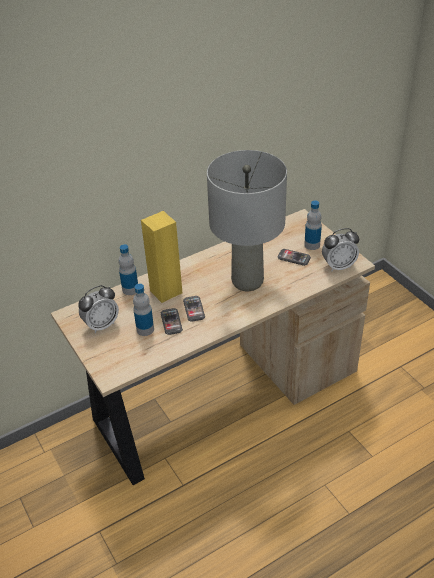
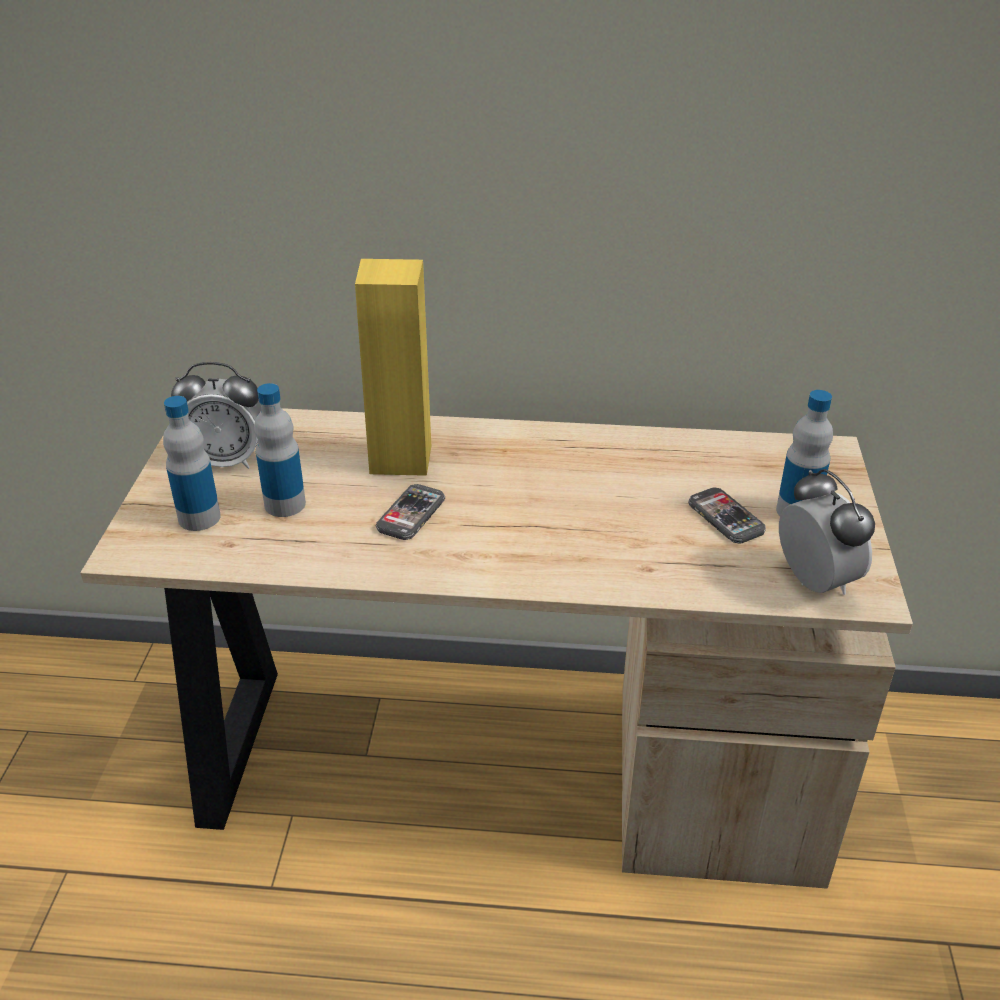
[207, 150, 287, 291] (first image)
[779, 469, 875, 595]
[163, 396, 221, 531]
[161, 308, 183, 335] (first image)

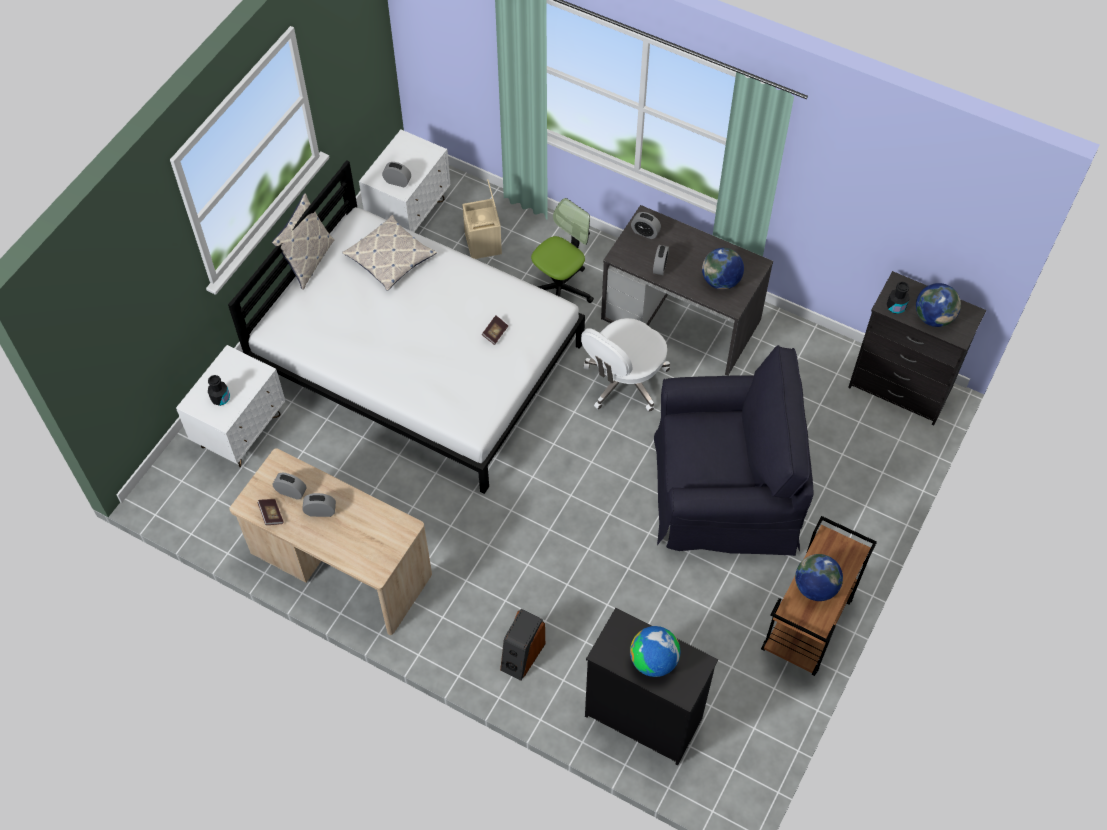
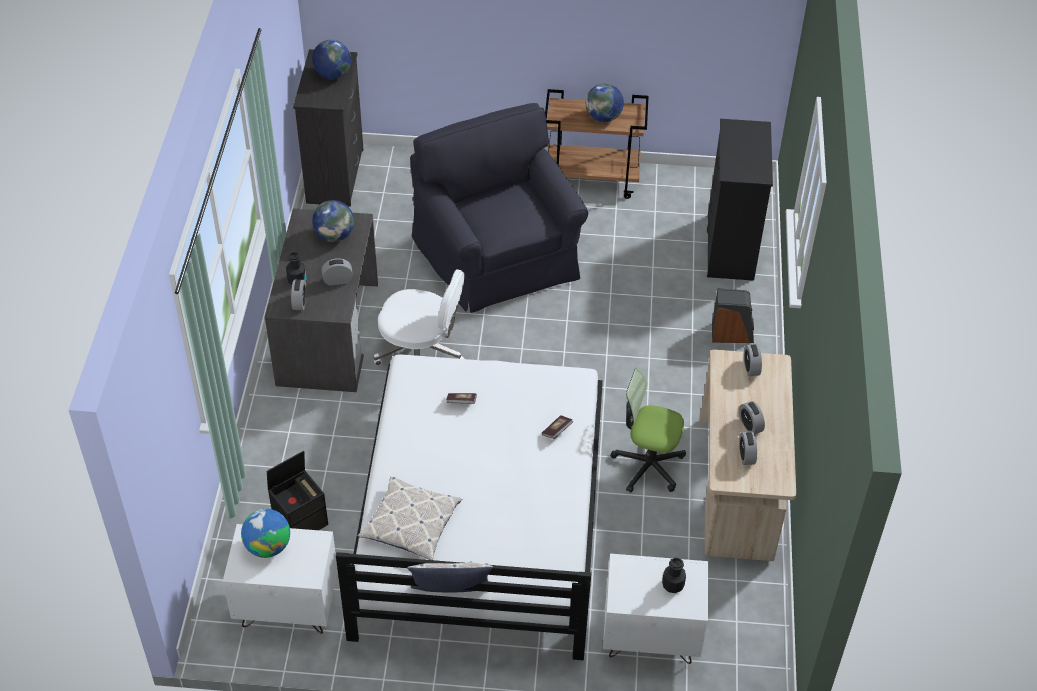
[744, 344, 762, 376]
[267, 451, 328, 530]
[611, 368, 686, 493]
[286, 252, 307, 285]
[542, 415, 573, 439]
[241, 509, 290, 558]

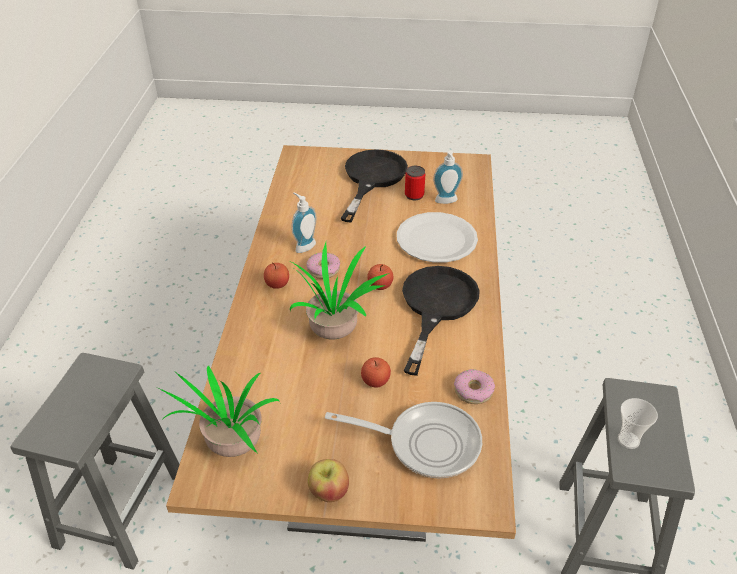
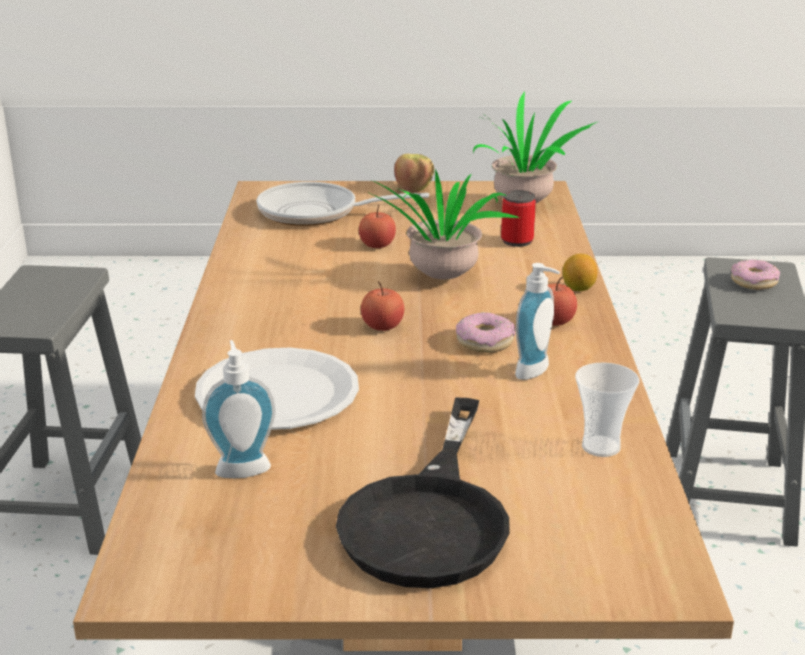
[501, 190, 536, 247]
[402, 266, 480, 376] (first image)
[731, 259, 780, 290]
[575, 362, 639, 457]
[562, 254, 597, 291]

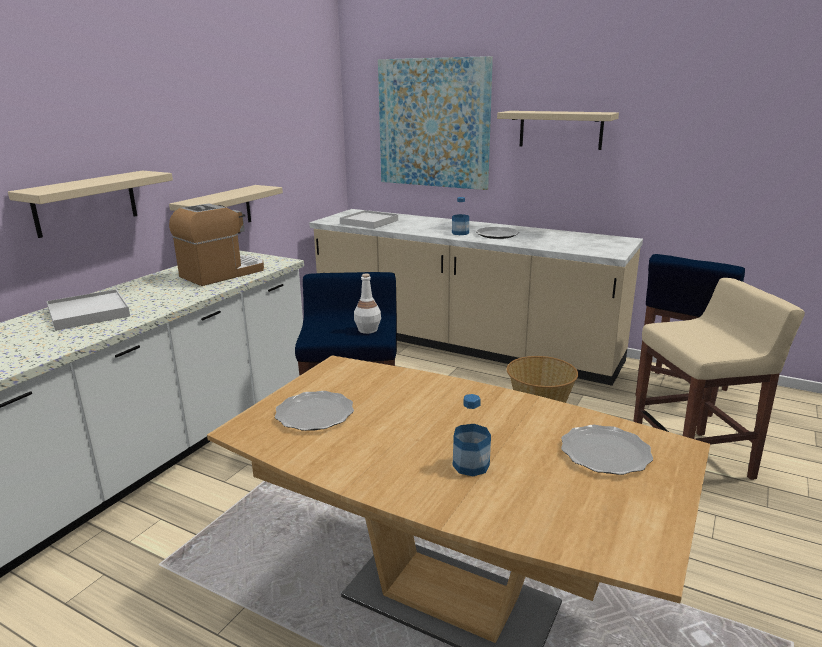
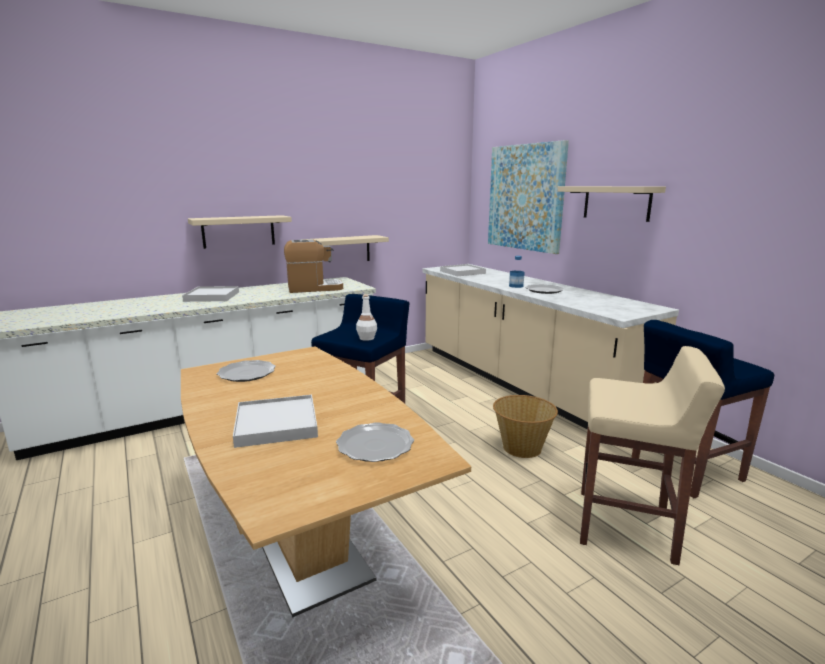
[233, 395, 318, 448]

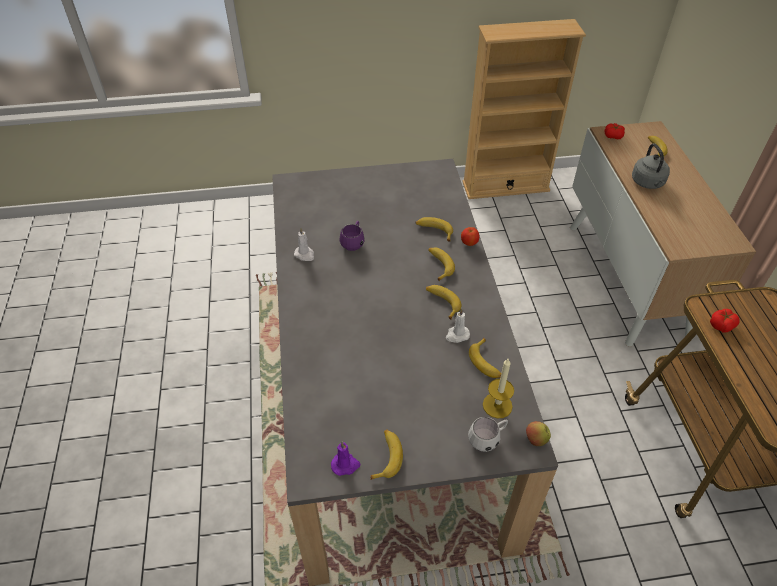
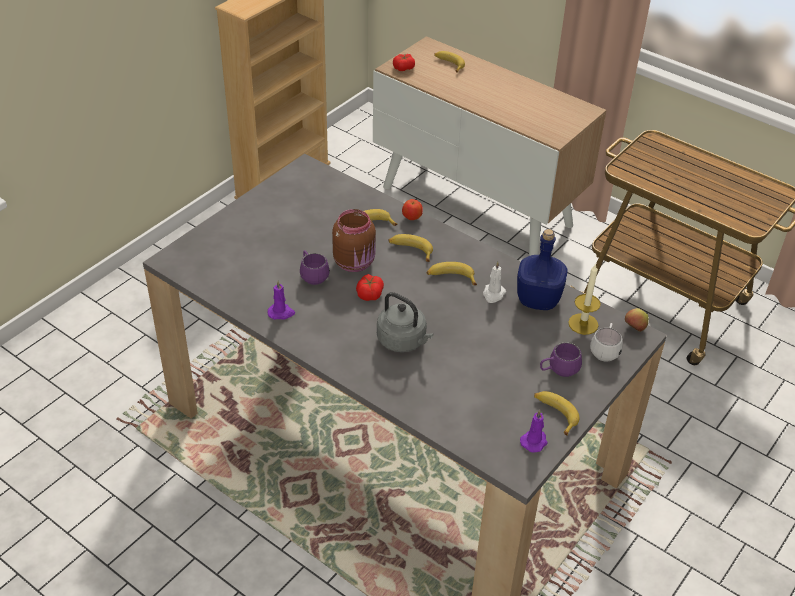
[377, 292, 434, 352]
[268, 280, 295, 320]
[356, 274, 384, 301]
[517, 229, 567, 310]
[332, 209, 376, 272]
[540, 342, 582, 377]

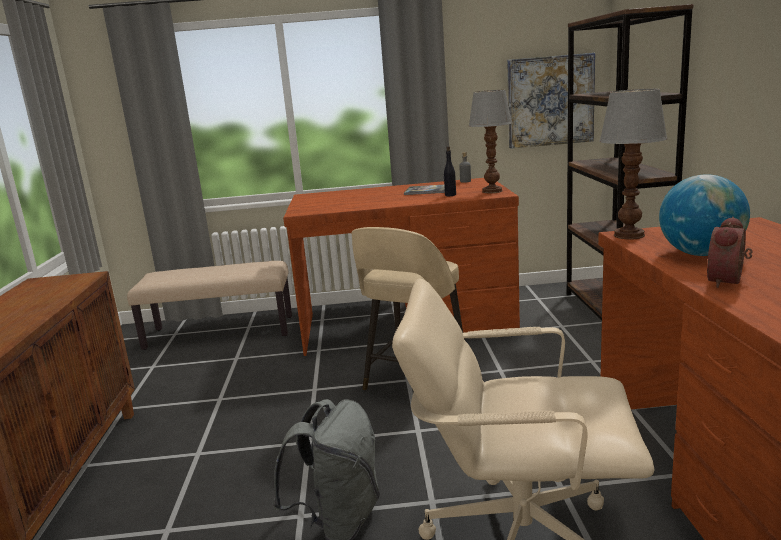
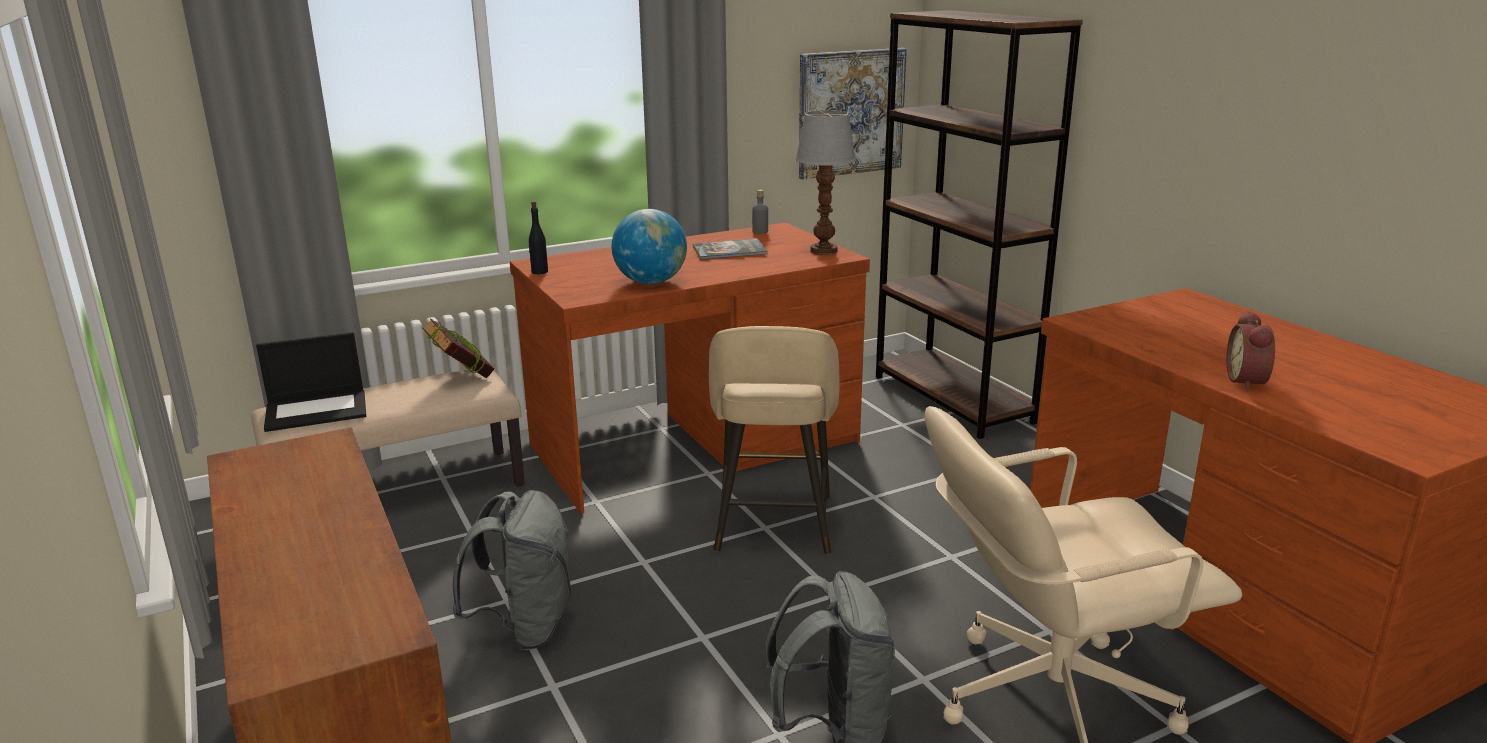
[599, 89, 668, 240] (first image)
[529, 201, 548, 274]
[612, 209, 687, 284]
[422, 318, 495, 378]
[256, 332, 366, 432]
[452, 490, 572, 650]

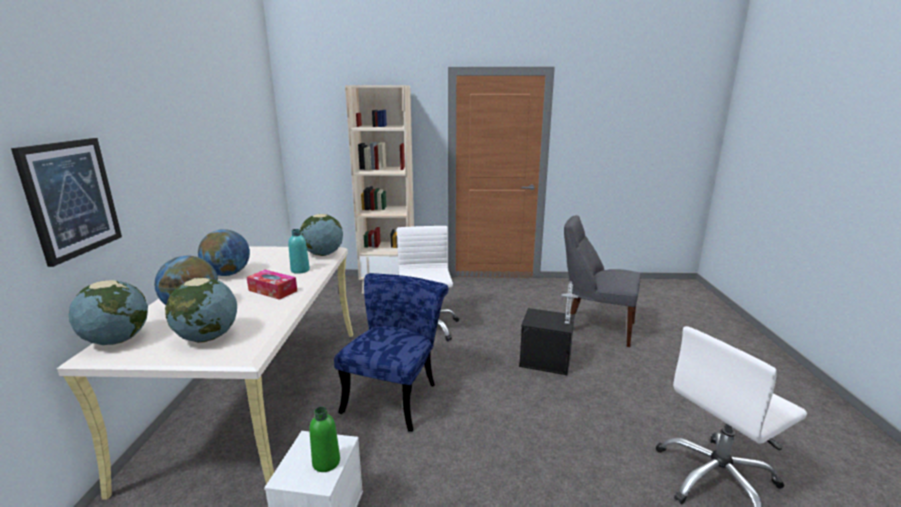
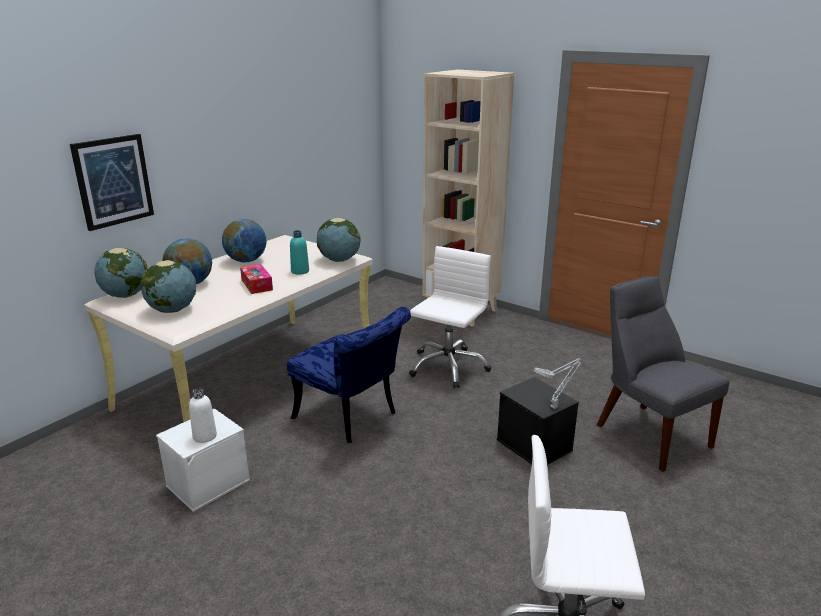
[287, 307, 411, 443]
[189, 388, 217, 443]

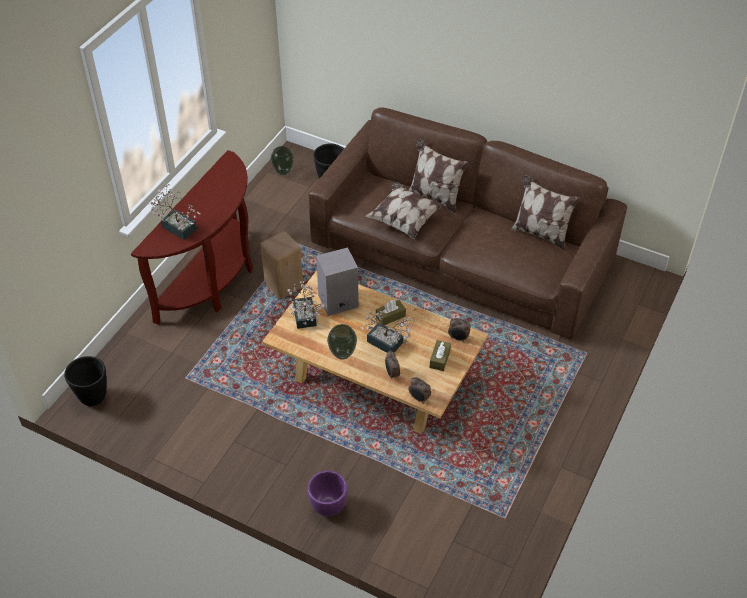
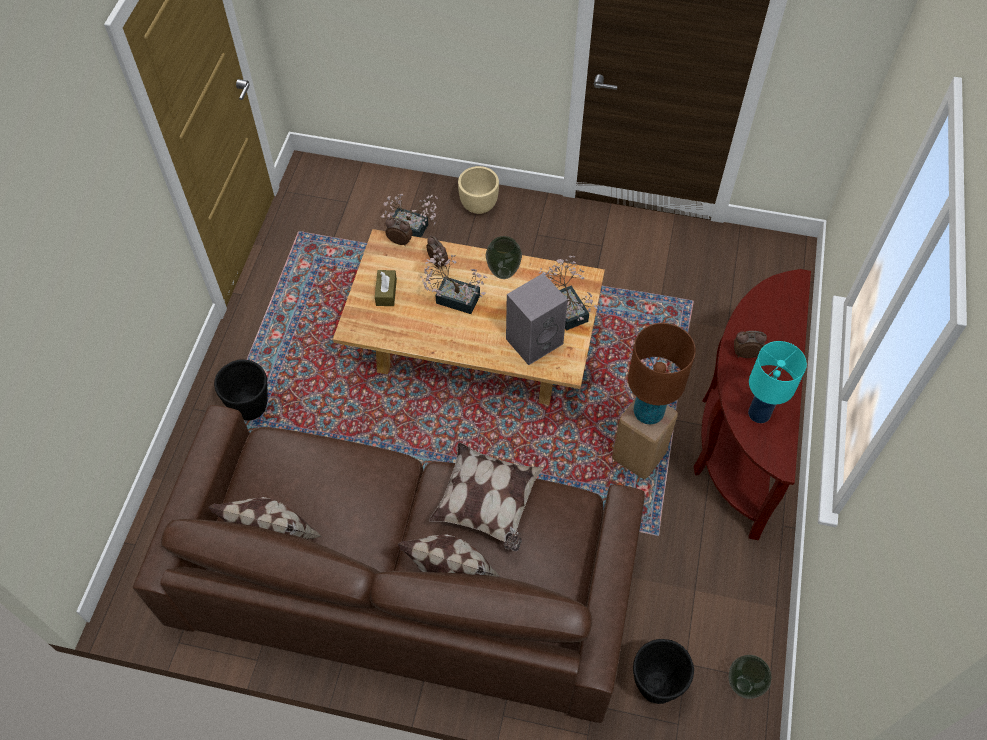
[381, 194, 438, 237]
[376, 300, 406, 325] (first image)
[734, 331, 767, 358]
[214, 359, 268, 421]
[458, 166, 499, 214]
[628, 323, 696, 425]
[748, 341, 807, 423]

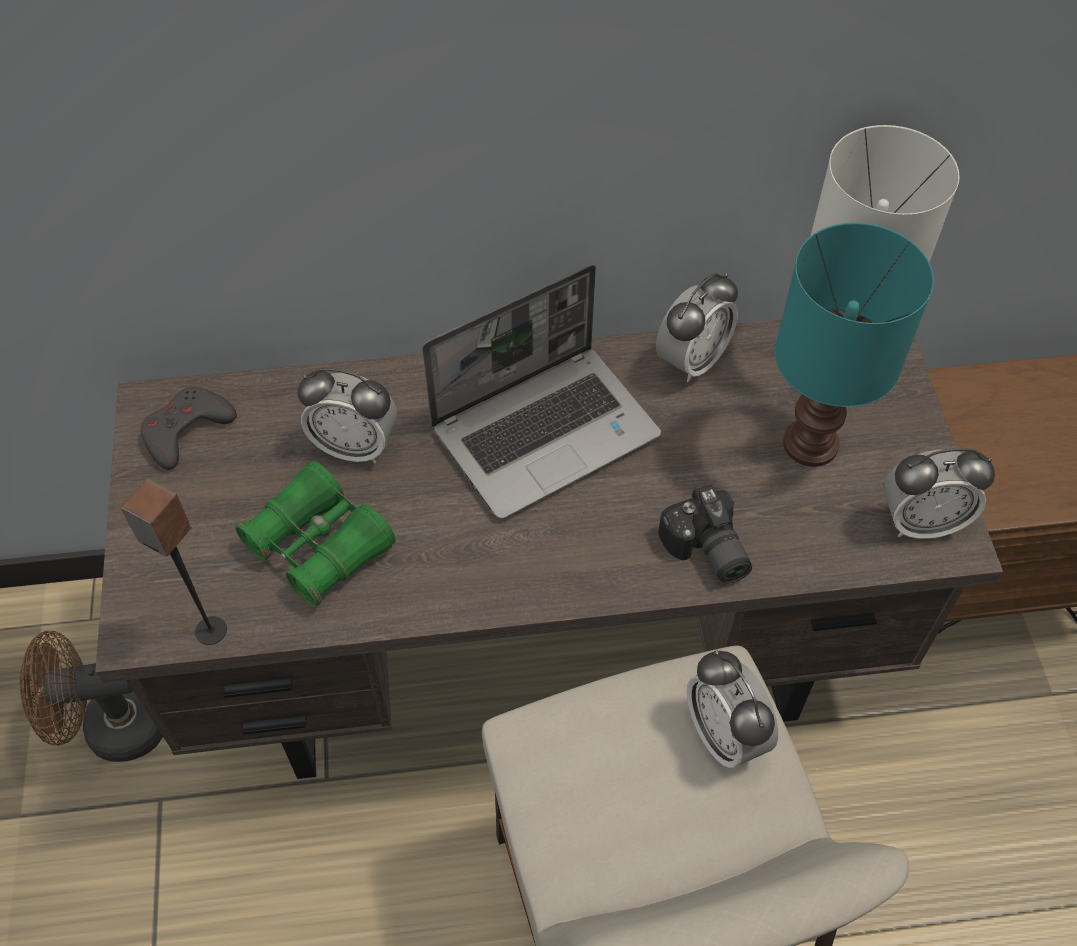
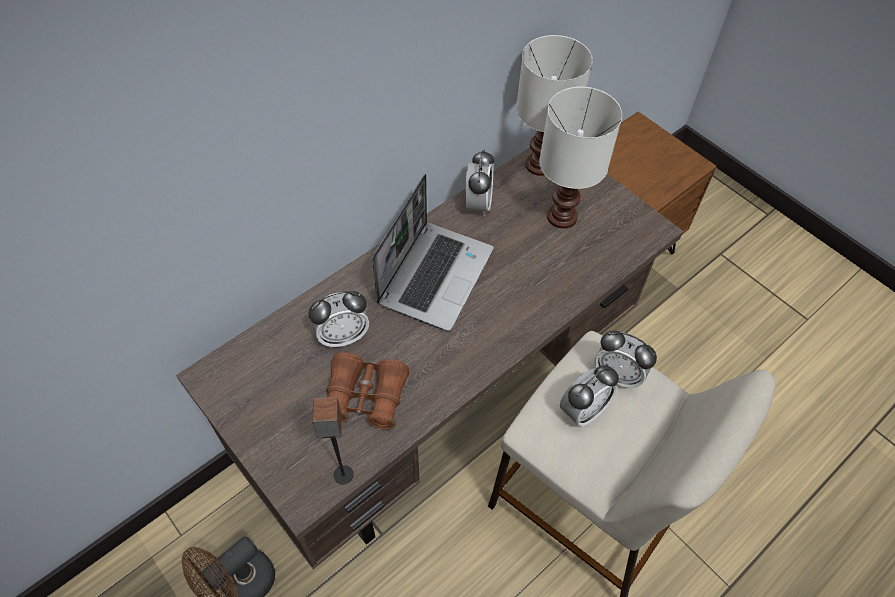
[539, 87, 622, 229]
[140, 387, 237, 470] (first image)
[560, 365, 619, 427]
[326, 352, 409, 430]
[658, 484, 752, 584] (first image)

